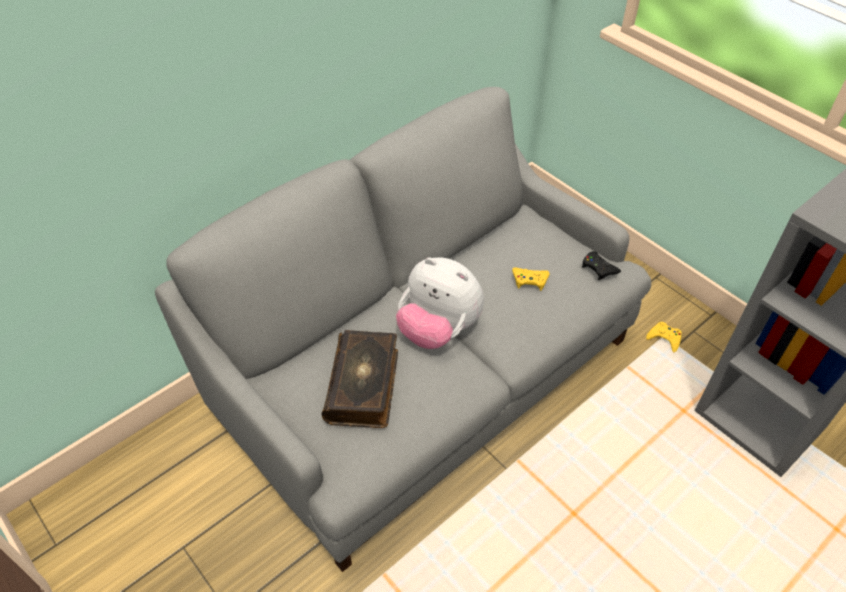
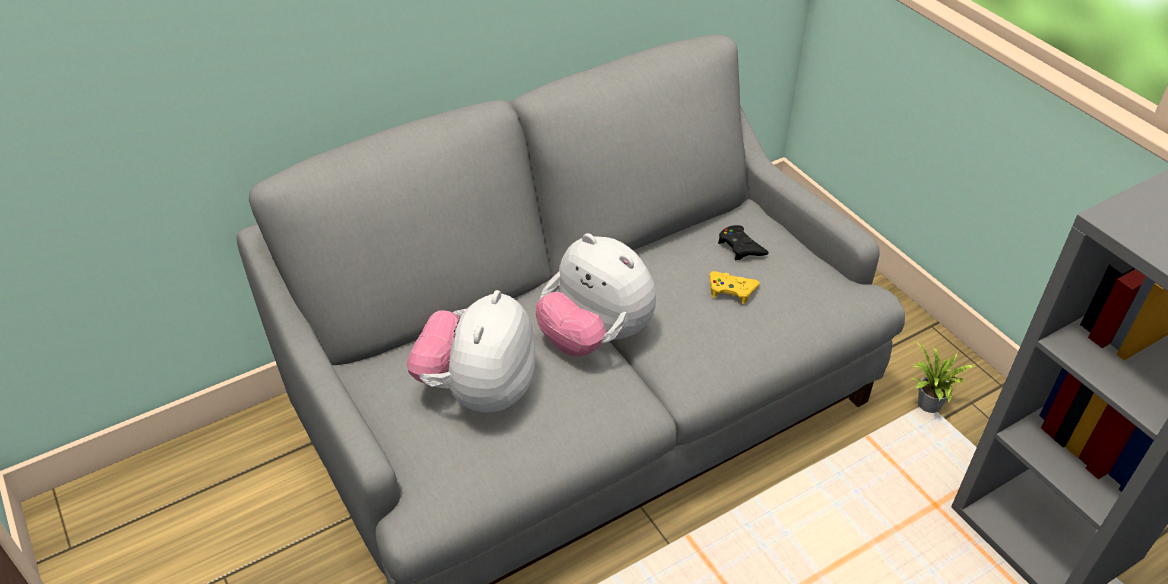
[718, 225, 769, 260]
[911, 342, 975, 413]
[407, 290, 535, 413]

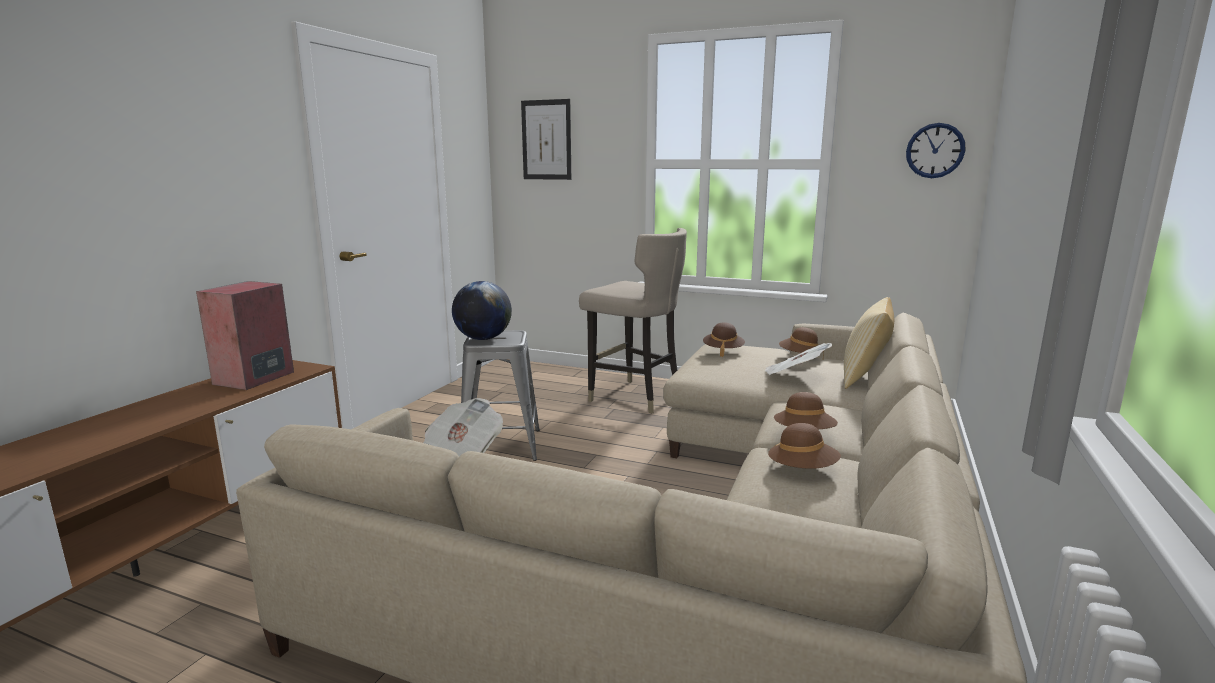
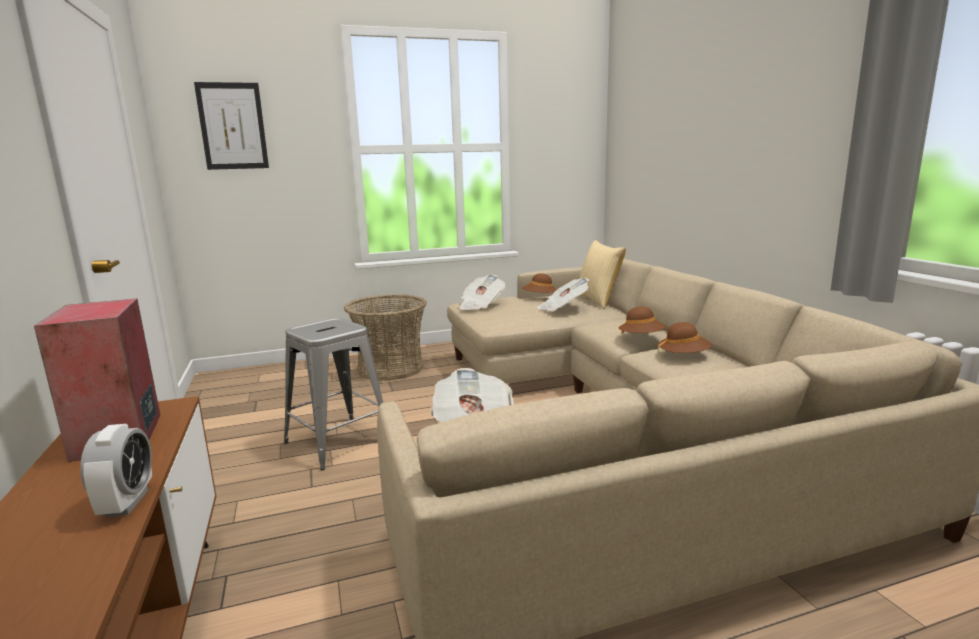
[906, 123, 966, 178] (first image)
[344, 294, 427, 381]
[452, 281, 512, 340] (first image)
[459, 275, 505, 310]
[80, 424, 152, 517]

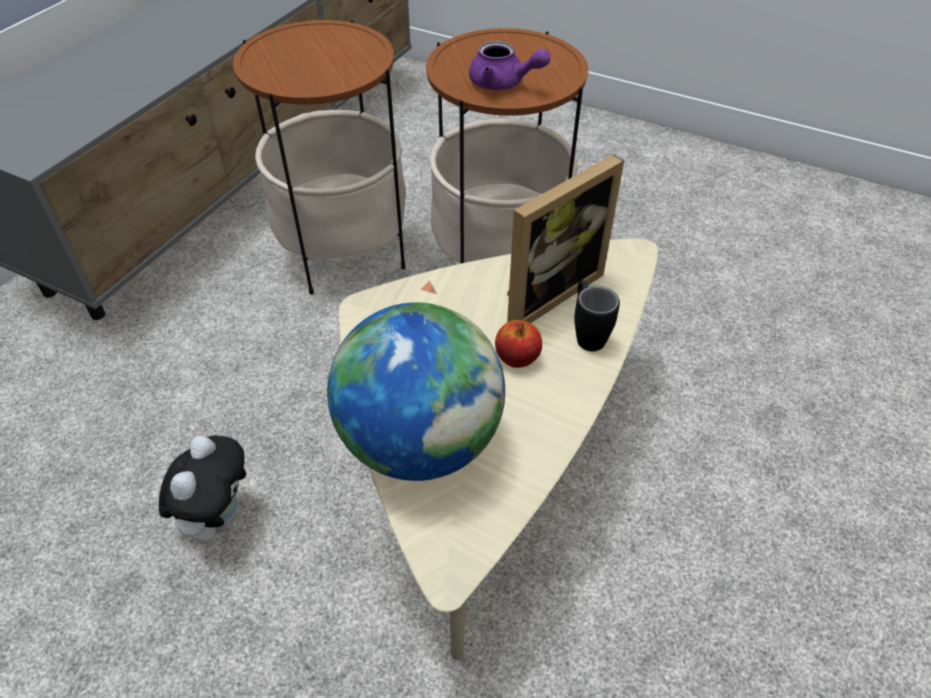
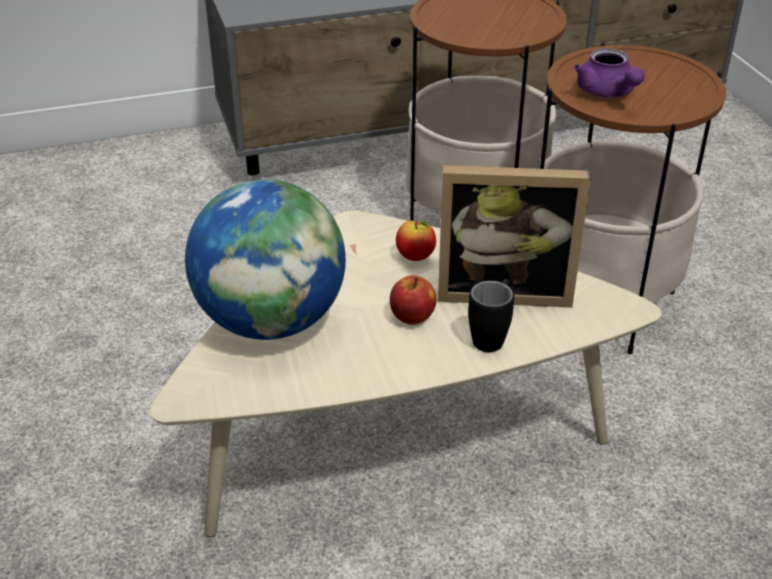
[159, 435, 246, 543] (first image)
[396, 221, 436, 261]

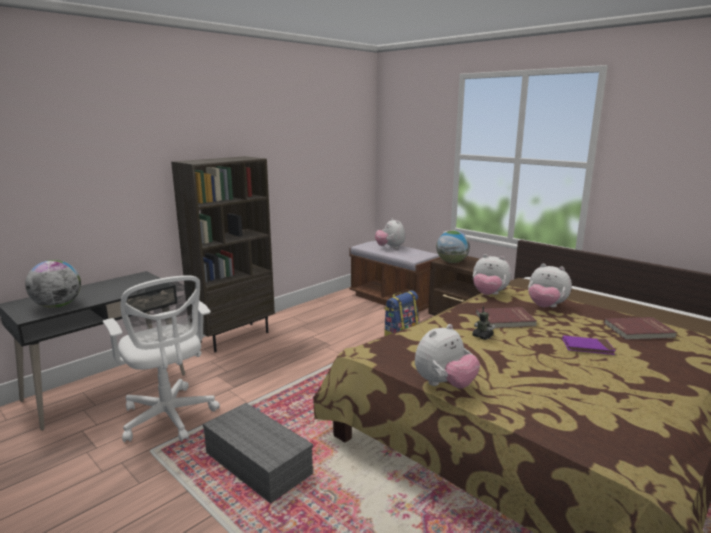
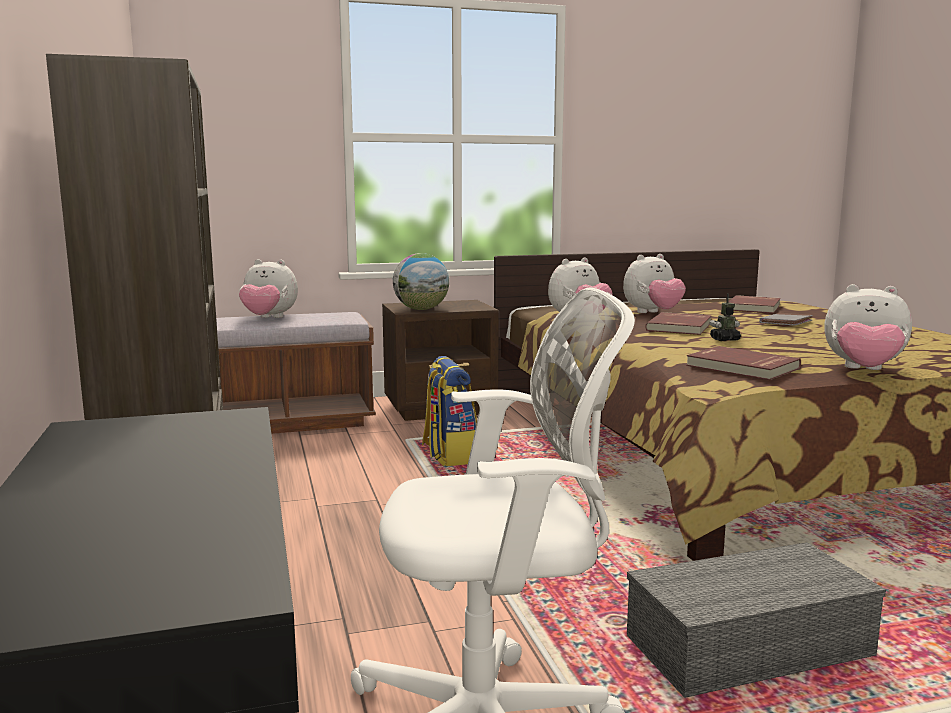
[25, 260, 81, 308] (first image)
[824, 284, 912, 370]
[759, 313, 813, 326]
[686, 346, 801, 380]

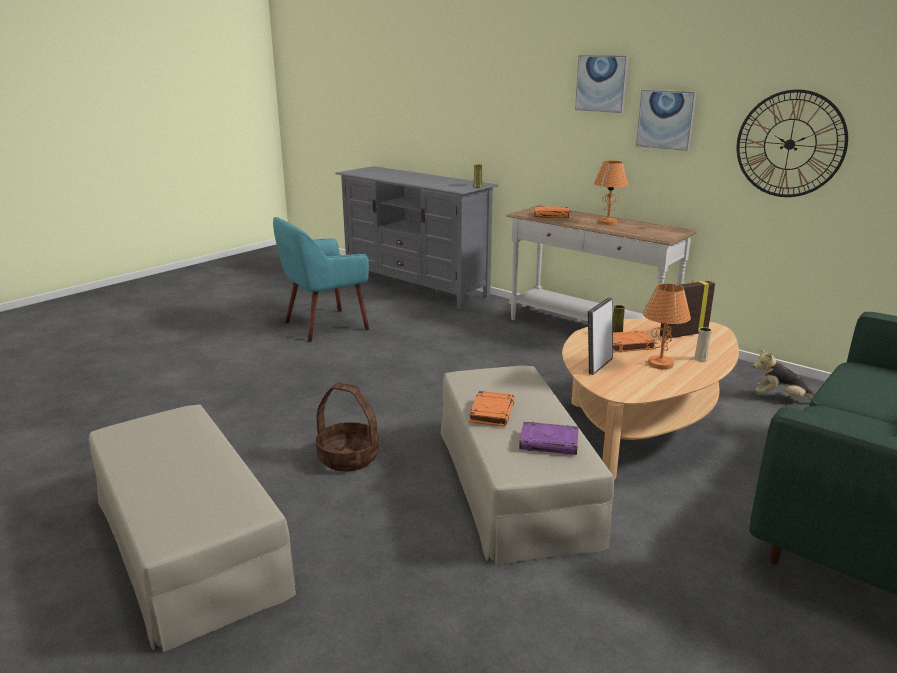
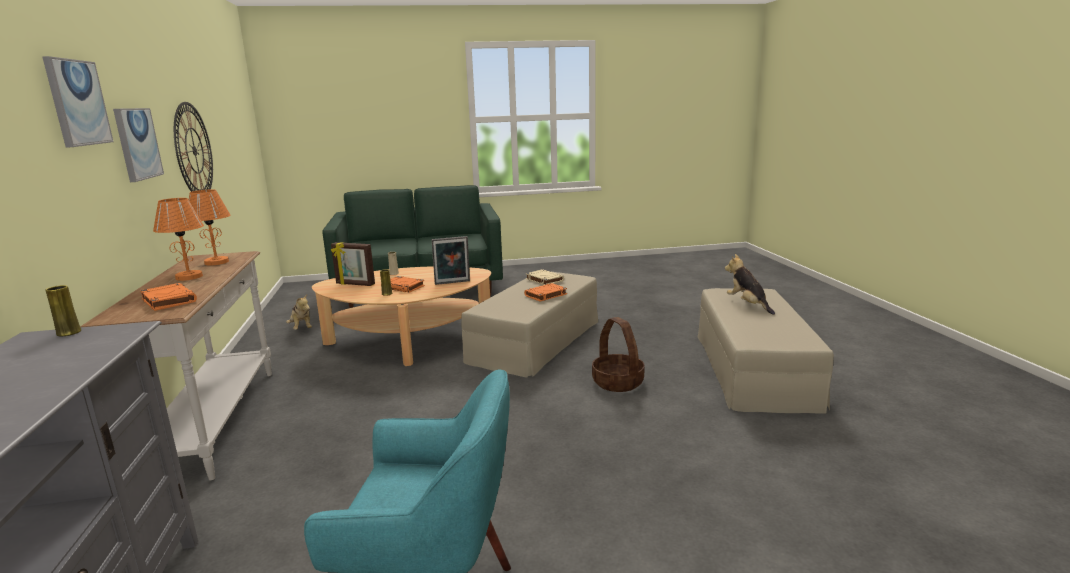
[189, 190, 230, 265]
[526, 269, 564, 285]
[725, 254, 775, 315]

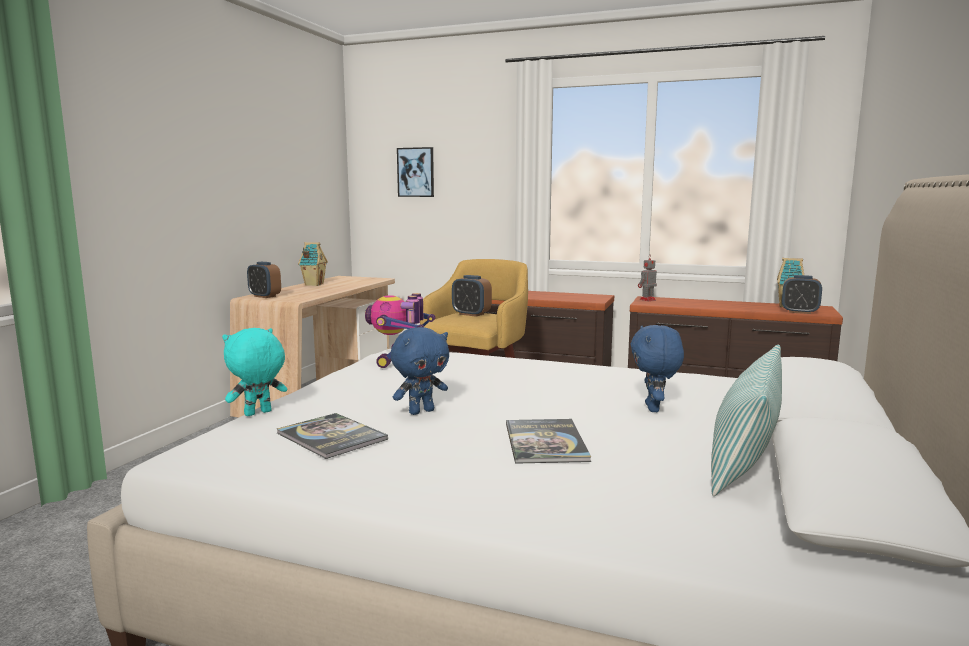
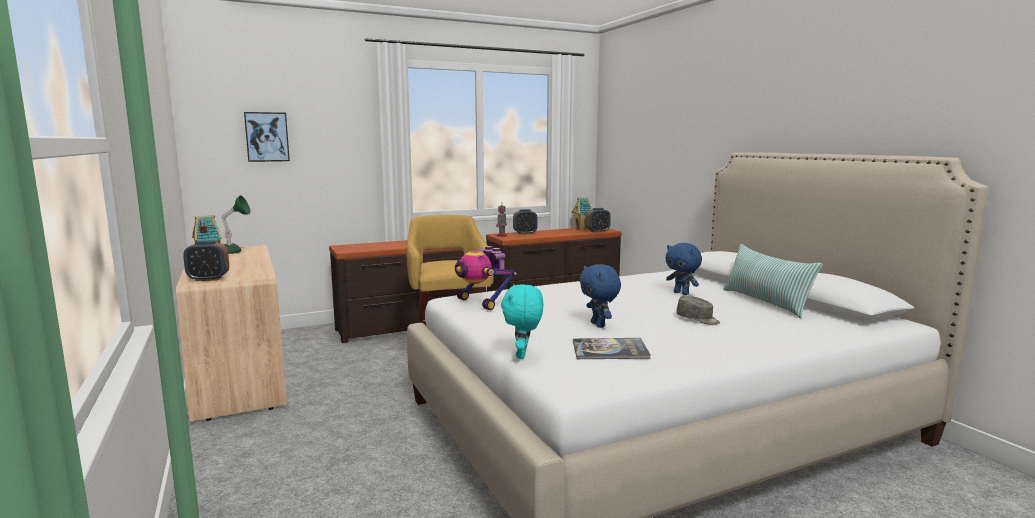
[513, 209, 538, 235]
[580, 264, 621, 328]
[676, 296, 720, 325]
[221, 195, 250, 254]

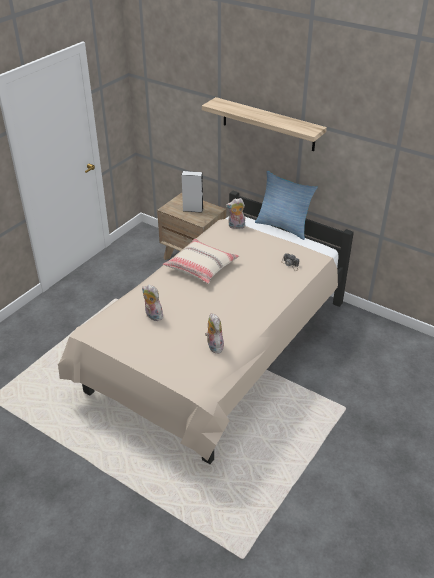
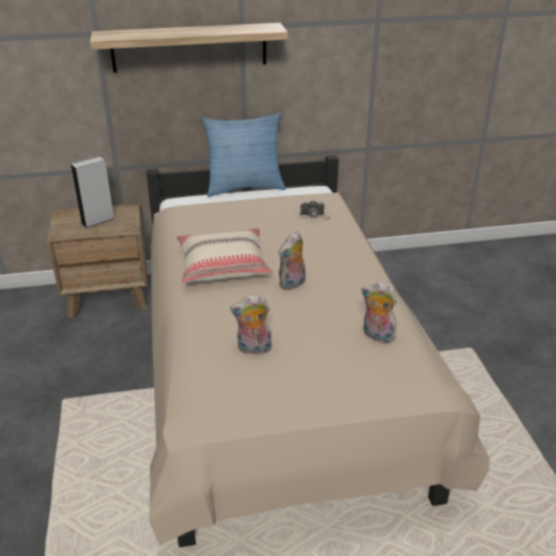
[279, 231, 306, 290]

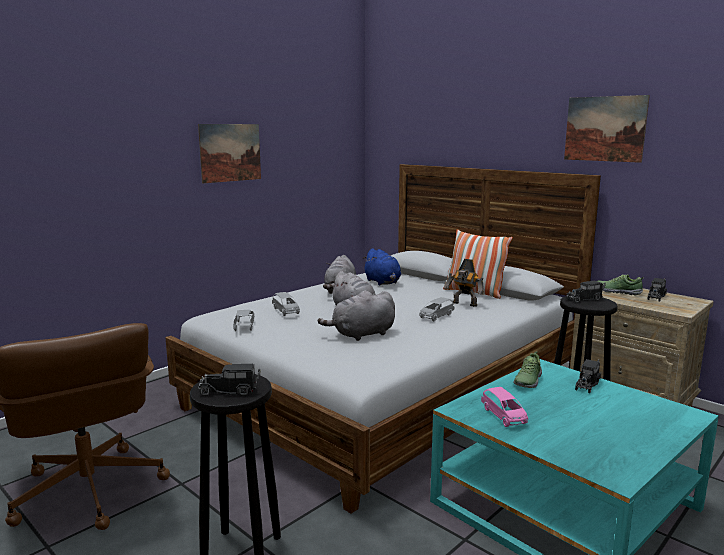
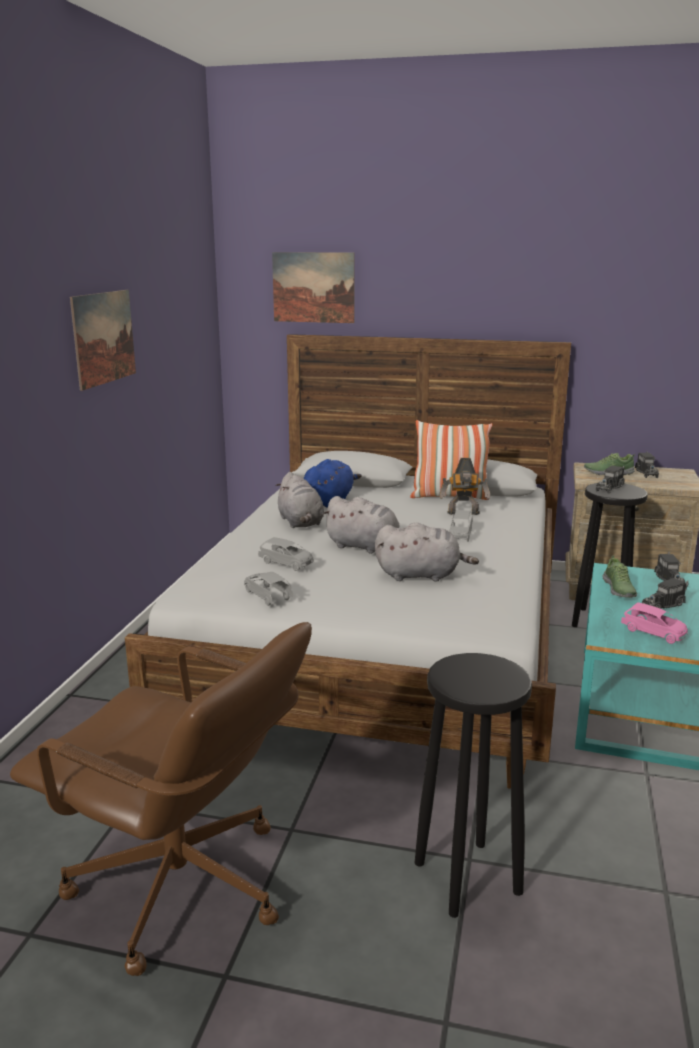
[272, 252, 355, 323]
[303, 459, 362, 508]
[375, 522, 479, 582]
[642, 578, 689, 609]

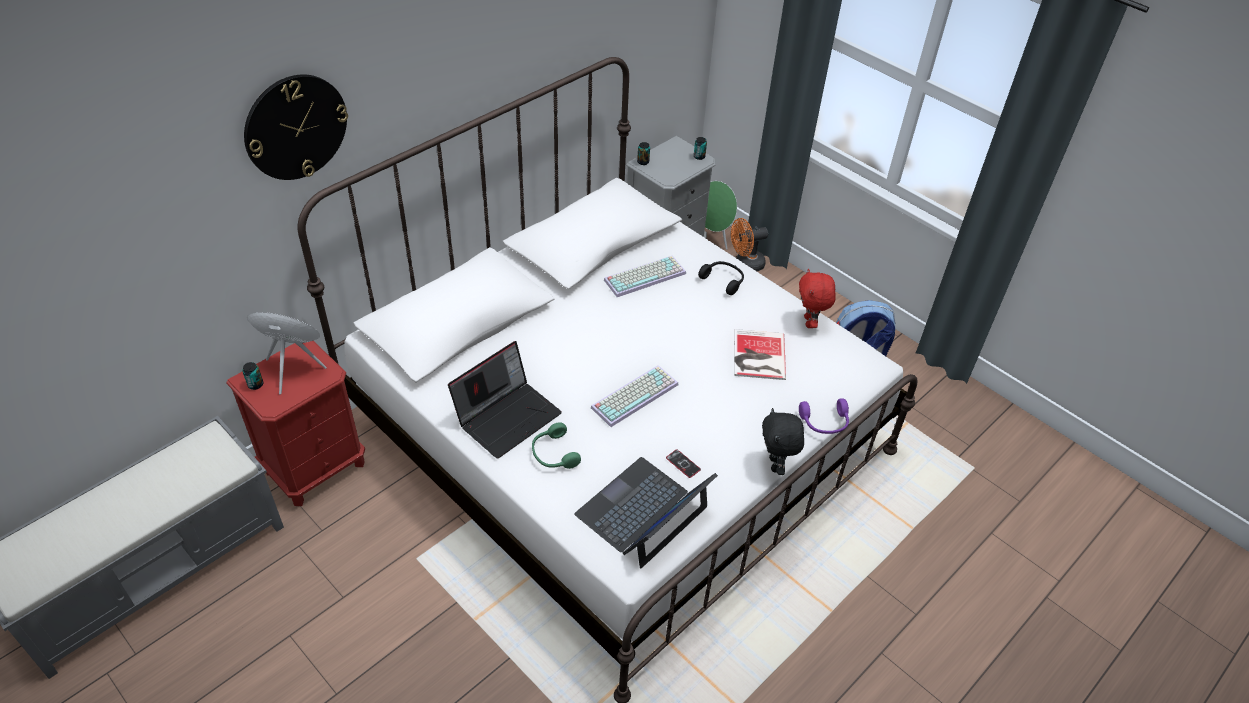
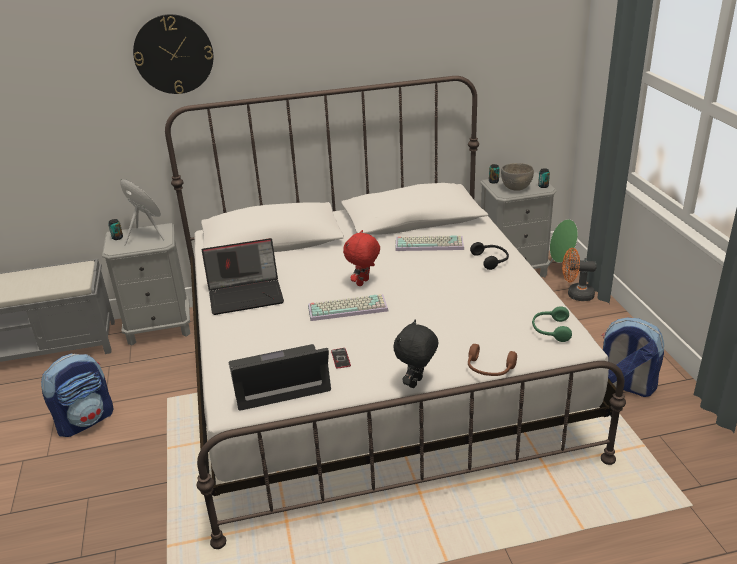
[343, 230, 380, 286]
[734, 329, 786, 380] (first image)
[102, 223, 191, 346]
[468, 344, 517, 376]
[532, 306, 572, 342]
[501, 163, 534, 191]
[41, 354, 113, 437]

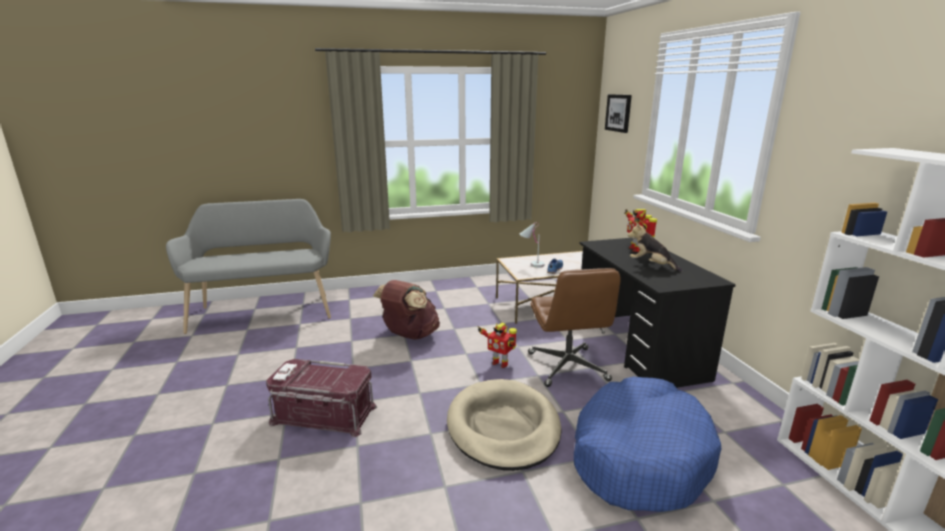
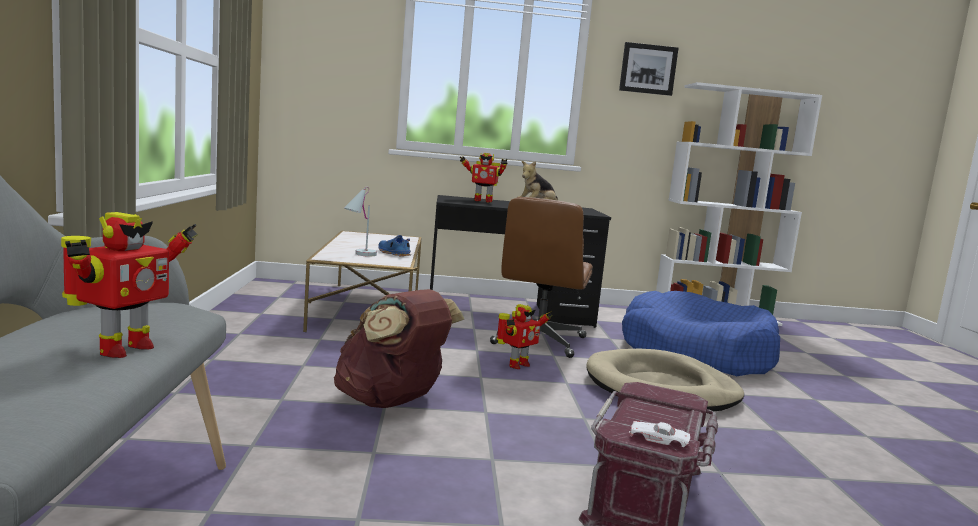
[619, 42, 679, 96]
[490, 197, 593, 358]
[61, 212, 198, 358]

